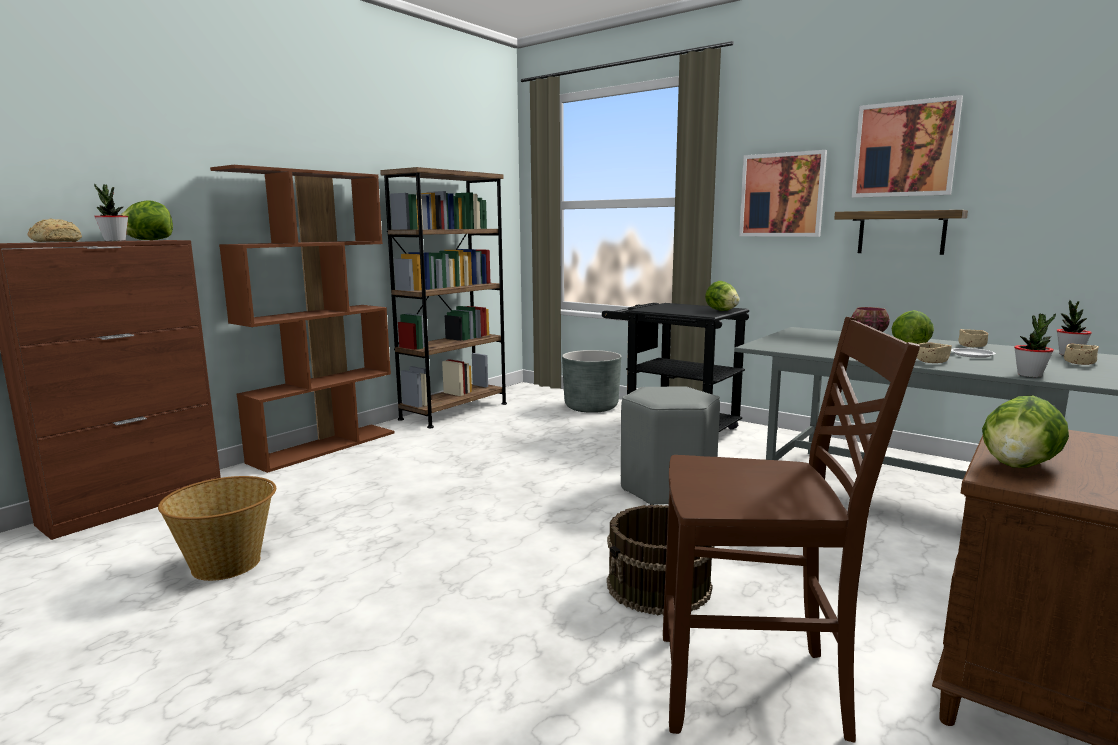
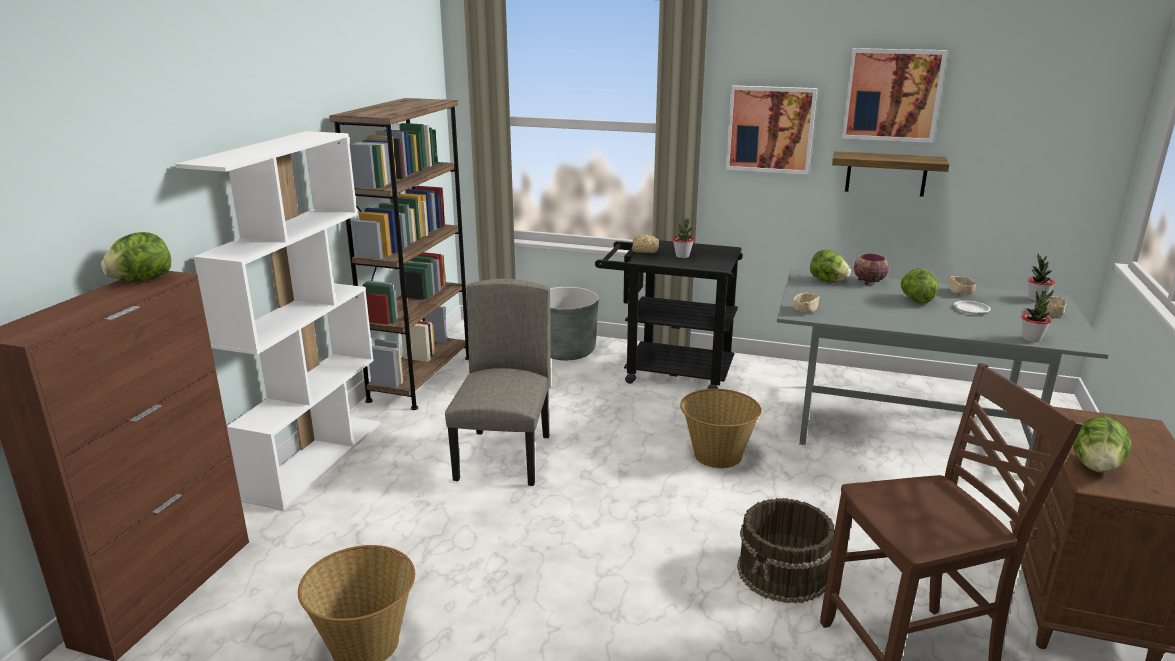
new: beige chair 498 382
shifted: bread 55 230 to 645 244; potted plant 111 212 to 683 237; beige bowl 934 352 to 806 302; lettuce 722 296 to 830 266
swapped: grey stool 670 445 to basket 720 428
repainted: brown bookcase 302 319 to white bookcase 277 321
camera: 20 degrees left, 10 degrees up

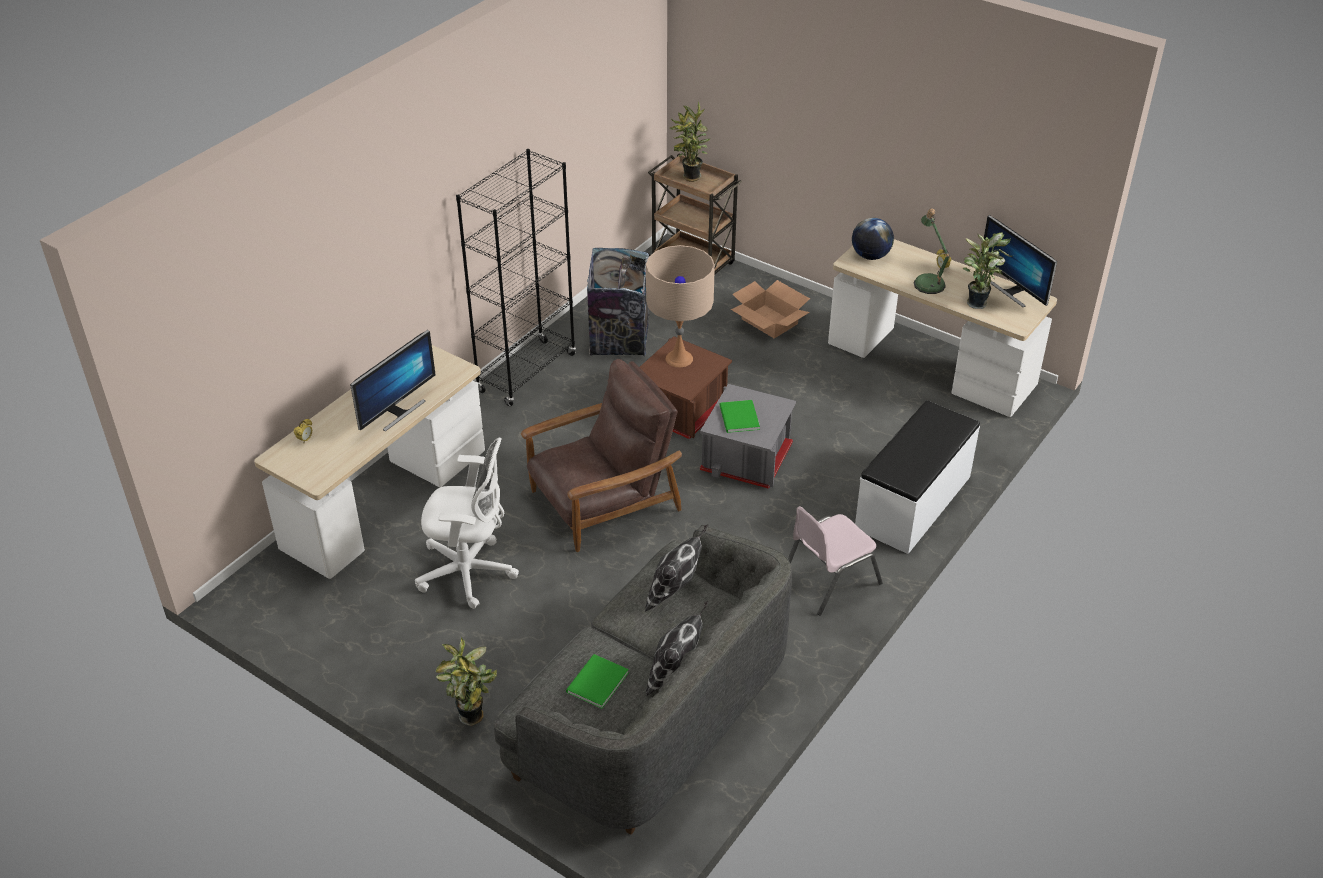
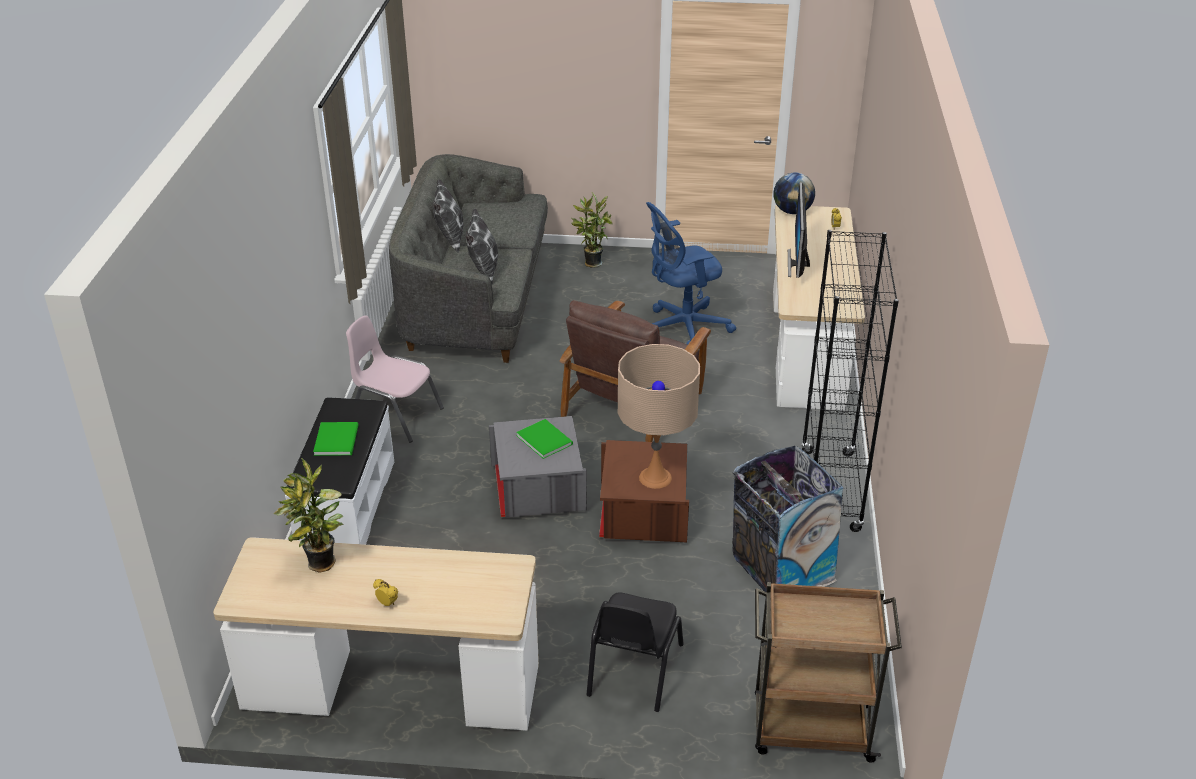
gone: potted plant 689 142; table lamp 932 251; monitor 1019 261
shifted: green book 597 681 to 336 439; globe 873 239 to 794 193
swapped: cardboard box 770 309 to black chair 635 652
repainted: white office chair 467 523 to blue office chair 691 273
rotated: pink chair 835 561 = 395 379 90 degrees counterclockwise
camera: 150 degrees right, 5 degrees down

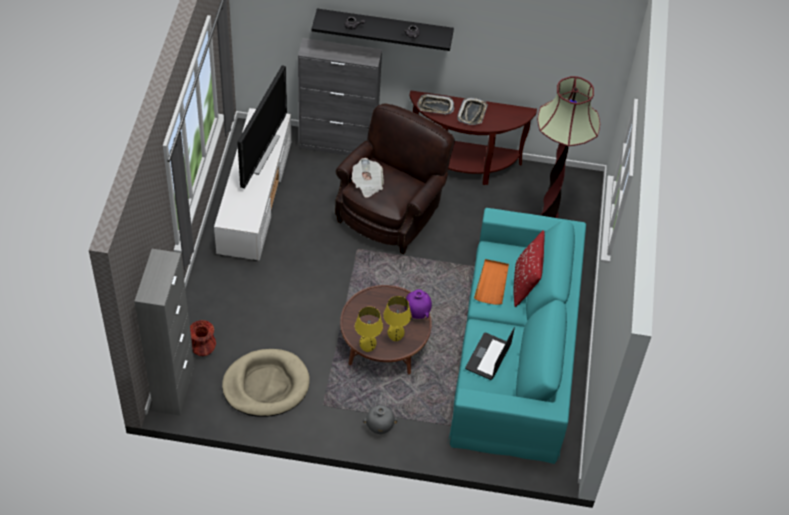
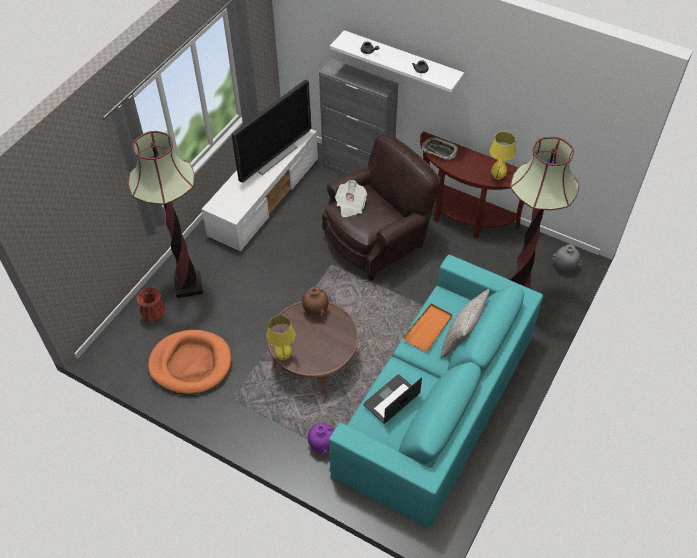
gone: grey cabinet 164 332; tray 472 111
new: floor lamp 165 214; brown vase 315 301
shifted: purple vase 418 304 to 321 439; yellow table lamp 397 318 to 503 156; grey vase 380 419 to 567 257
repainted: beige dog bed 266 383 to orange dog bed 190 362; black shelf 382 30 to white shelf 397 61; red pillow 529 268 to grey pillow 464 323
camera: 25 degrees right, 0 degrees up

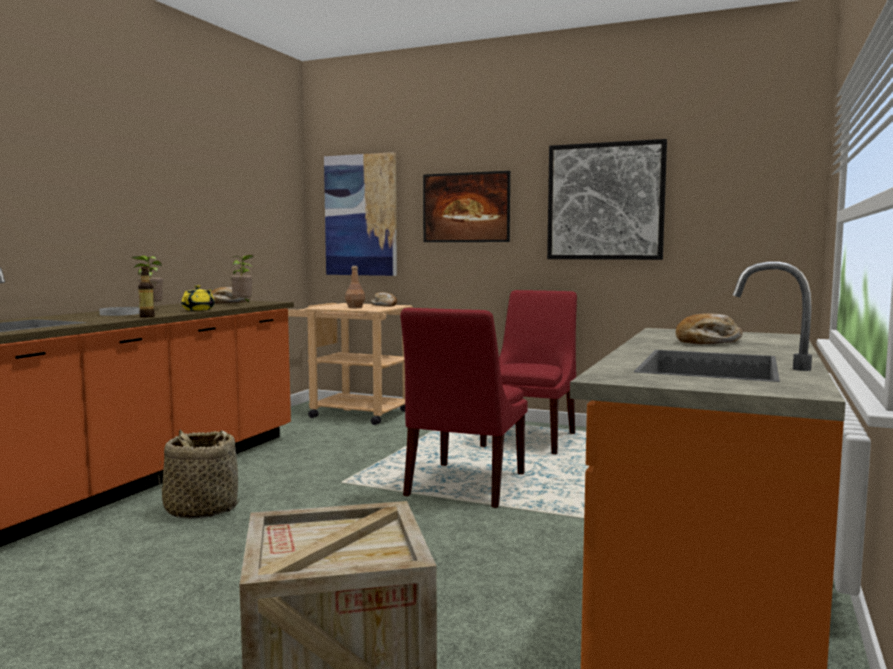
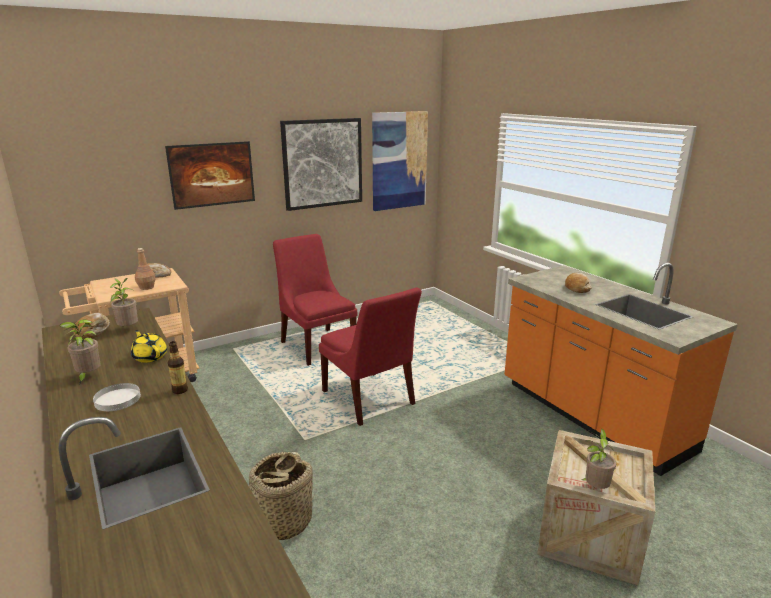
new: potted plant 599 458
shifted: picture 360 214 to 400 161
camera: 55 degrees left, 15 degrees up

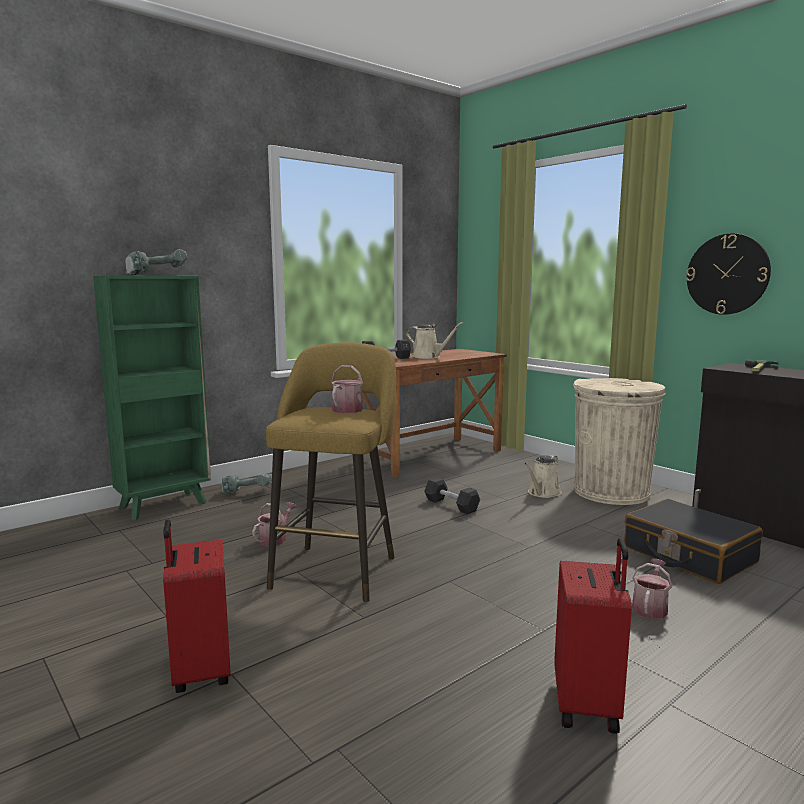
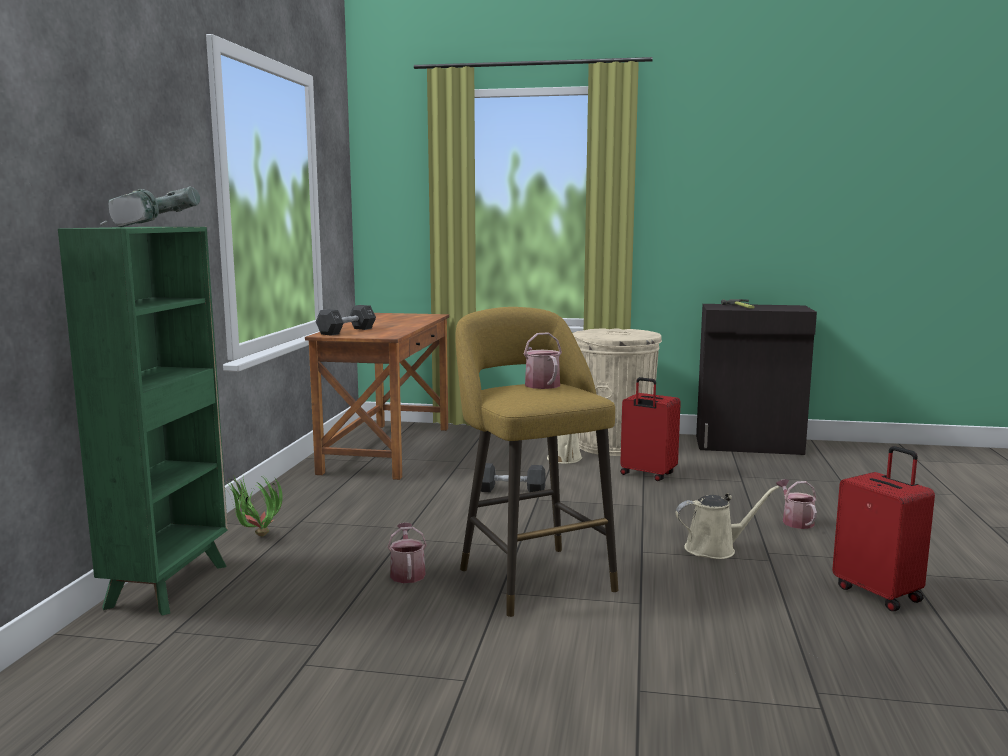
gone: black suitcase 693 541; wall clock 728 274
shifted: red suitcase 197 606 to 650 429; beige watering can 434 340 to 727 522
swapped: power drill 247 483 to potted plant 254 505
camera: 40 degrees left, 0 degrees up

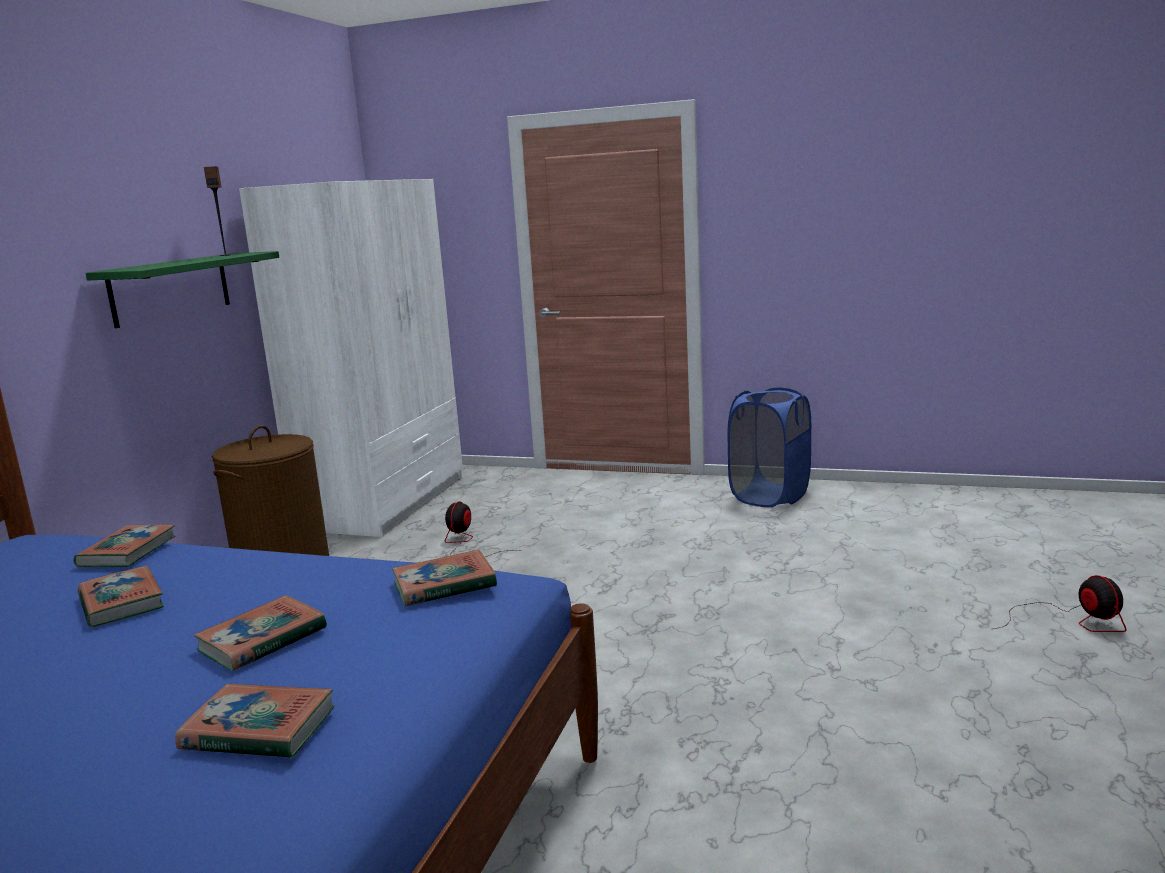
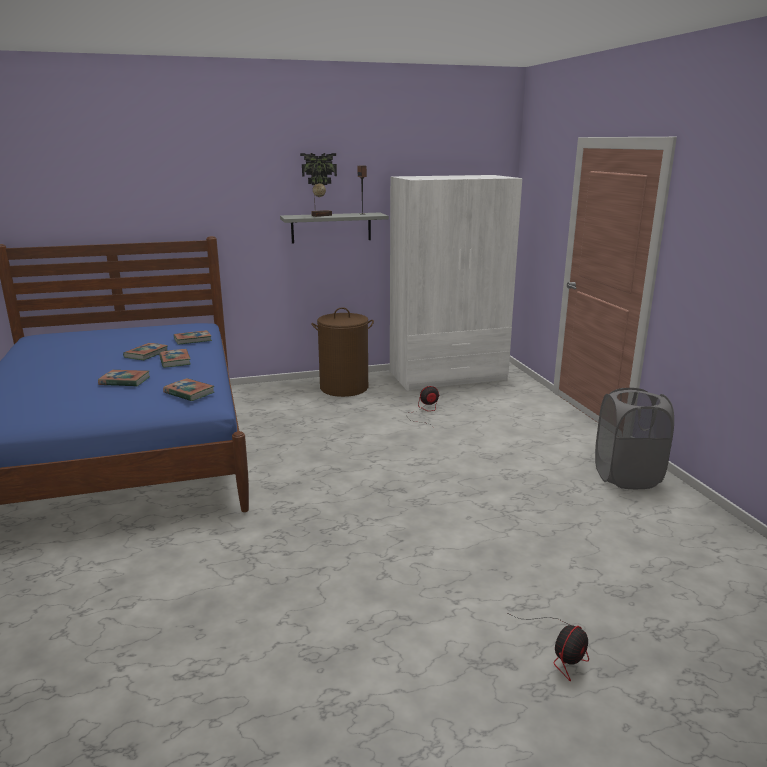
new: potted plant 318 185
shifted: book 254 721 to 174 358
repainted: green shelf 182 289 to grey shelf 334 228; blue laundry basket 769 447 to grey laundry basket 634 438
camera: 55 degrees right, 5 degrees up

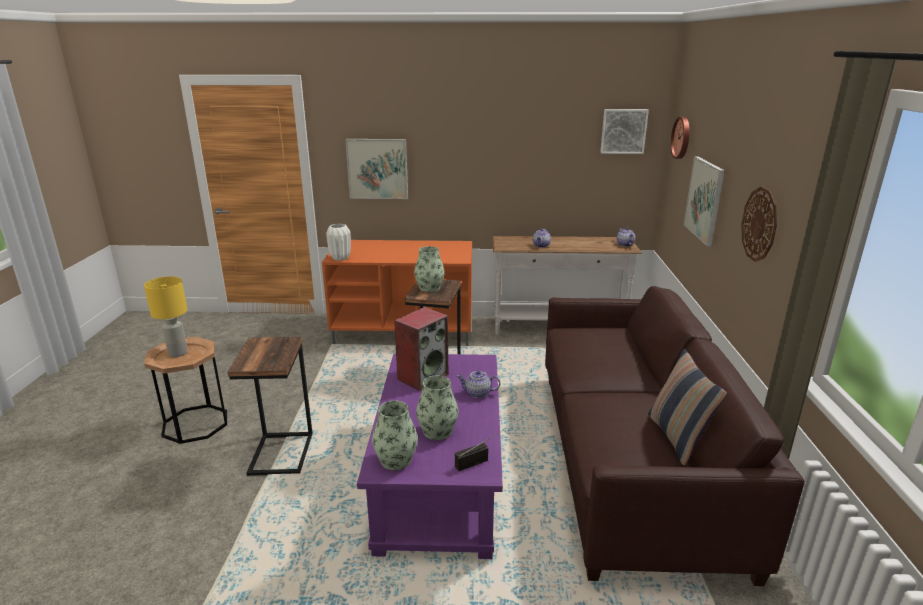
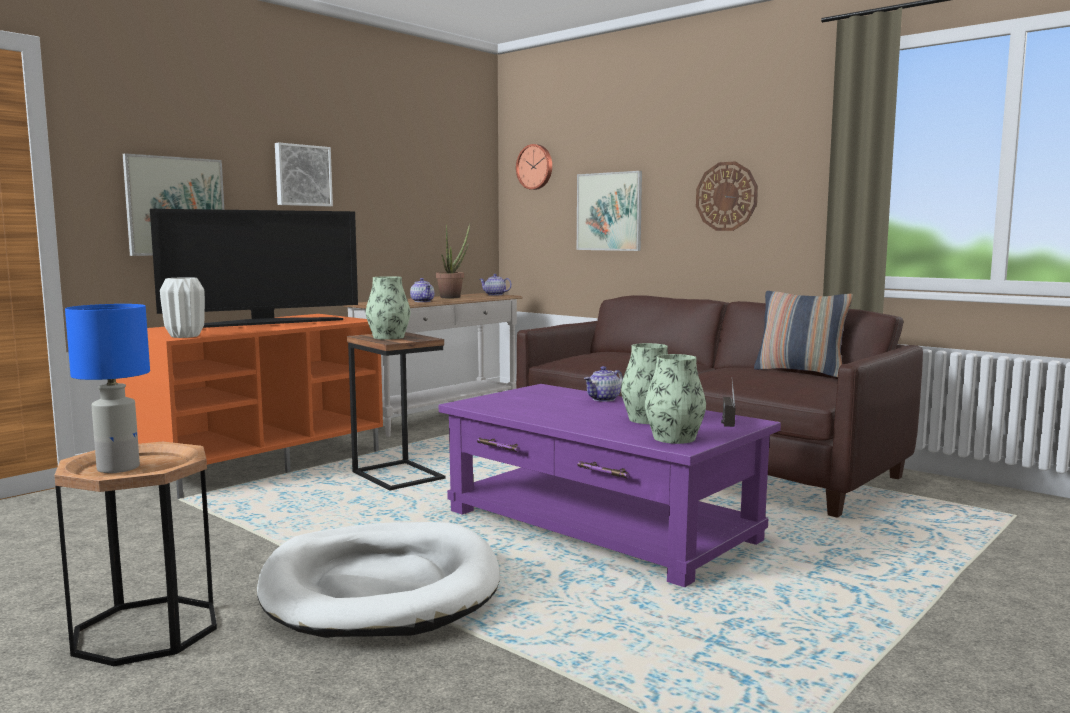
gone: speaker 421 349
new: television 254 268; potted plant 453 261
shifted: picture 624 131 to 304 174
swapped: side table 270 406 to white dog bed 378 580
repainted: yellow table lamp 166 316 to blue table lamp 107 388
camera: 50 degrees left, 15 degrees down

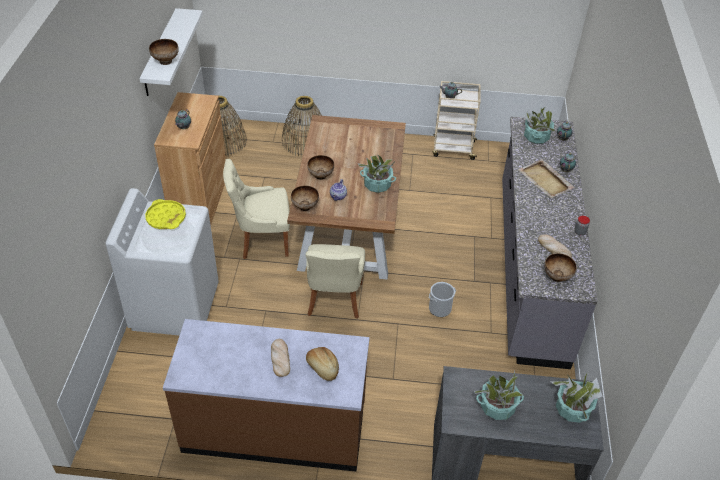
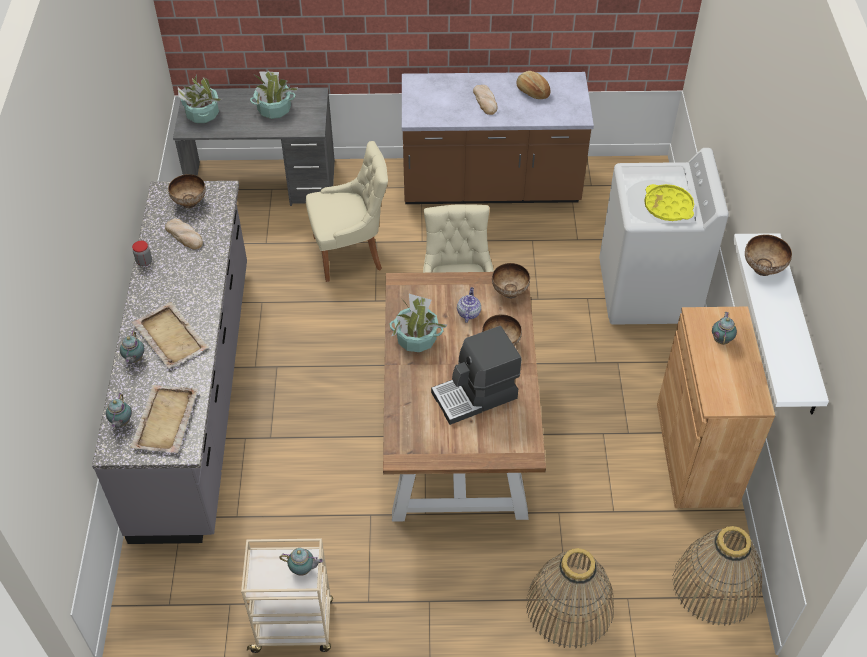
gone: bucket 442 299
new: coffee machine 476 375
shifted: beige chair 256 209 to 347 211; bread 322 364 to 533 85
swapped: potted plant 540 125 to beige tray 164 419
camera: 175 degrees right, 5 degrees up

